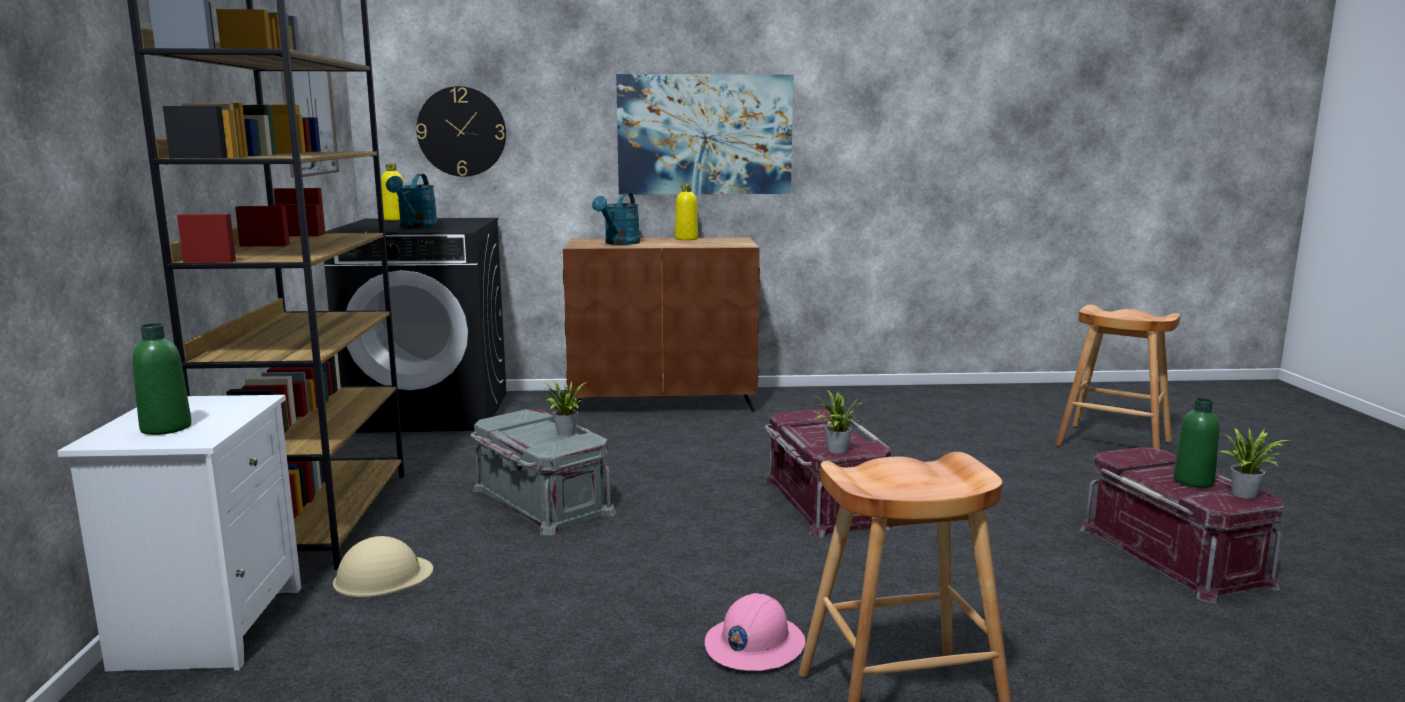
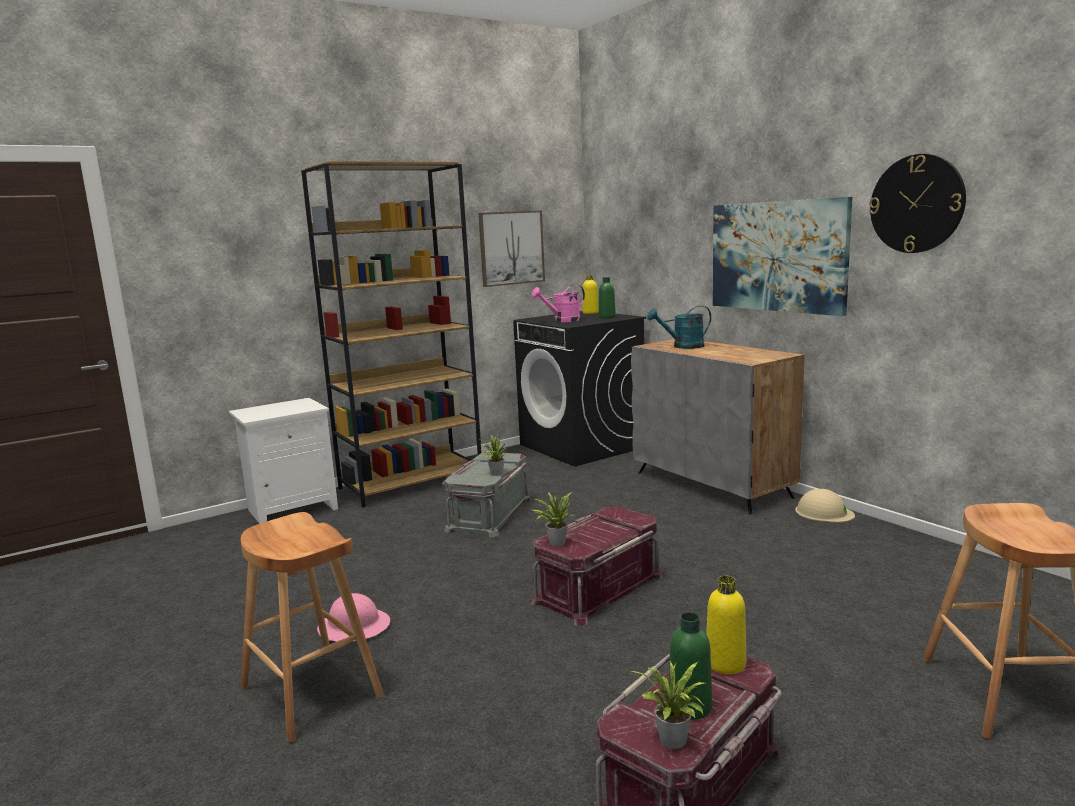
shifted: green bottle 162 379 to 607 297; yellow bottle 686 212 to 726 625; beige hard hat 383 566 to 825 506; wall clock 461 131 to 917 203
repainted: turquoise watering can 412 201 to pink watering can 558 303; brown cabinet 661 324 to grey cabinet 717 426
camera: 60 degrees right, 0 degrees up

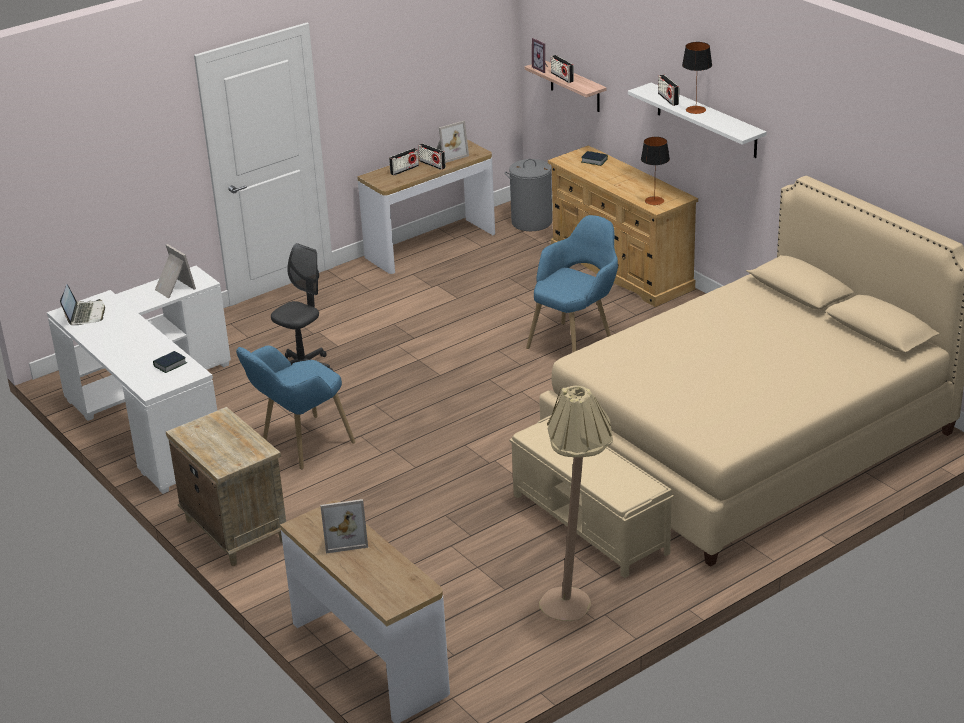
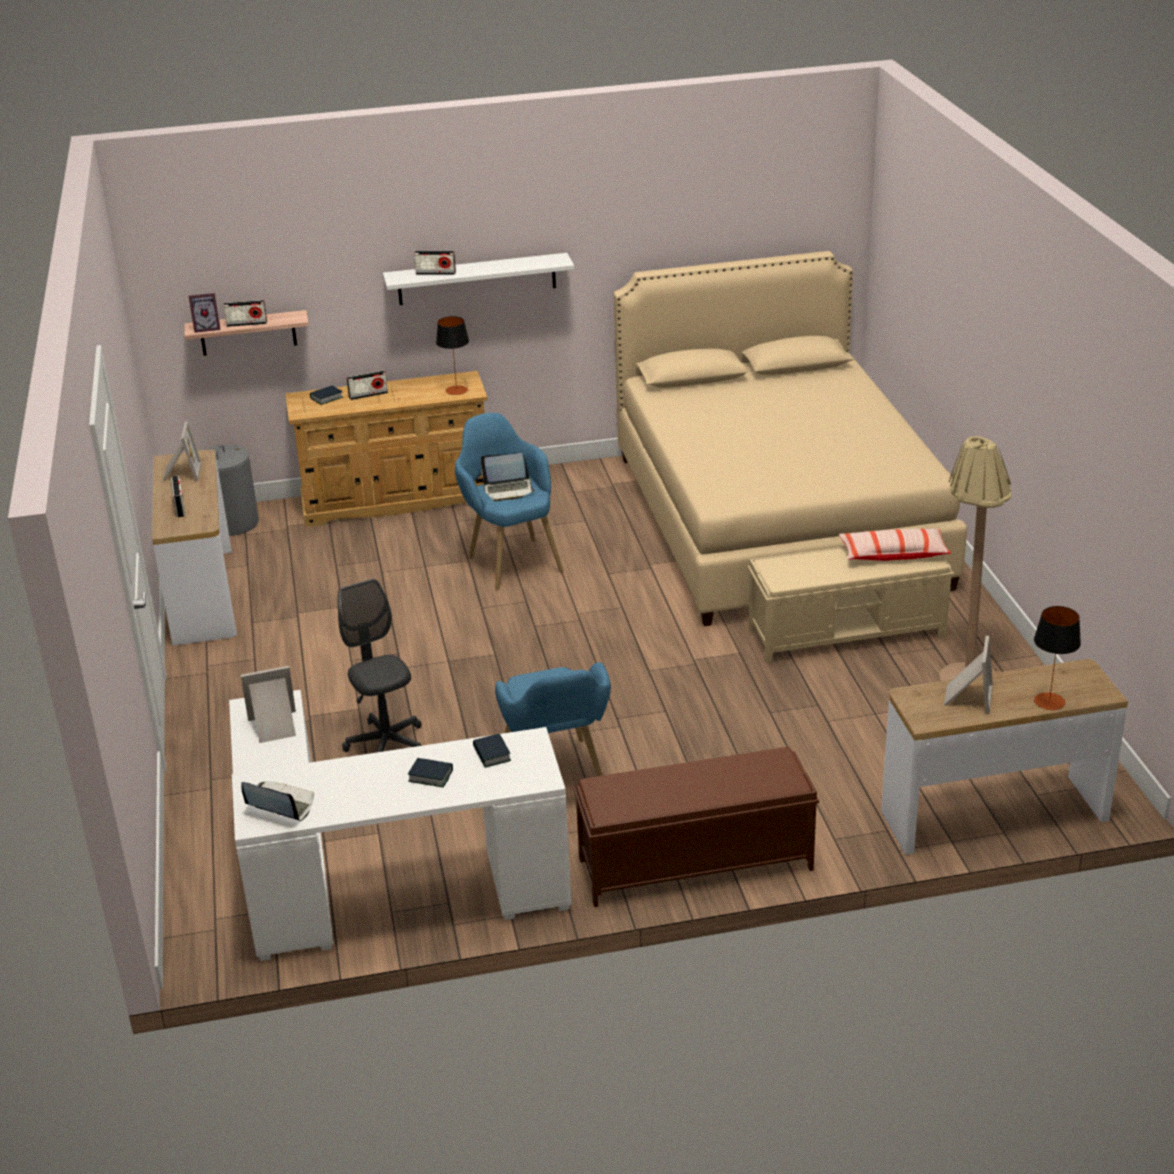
new: book 430 772; laptop 508 477; pillow 895 545
shifted: radio 432 156 to 367 385; table lamp 697 78 to 1057 658
swapped: beige nightstand 226 486 to brown bench 696 827
camera: 65 degrees left, 0 degrees up

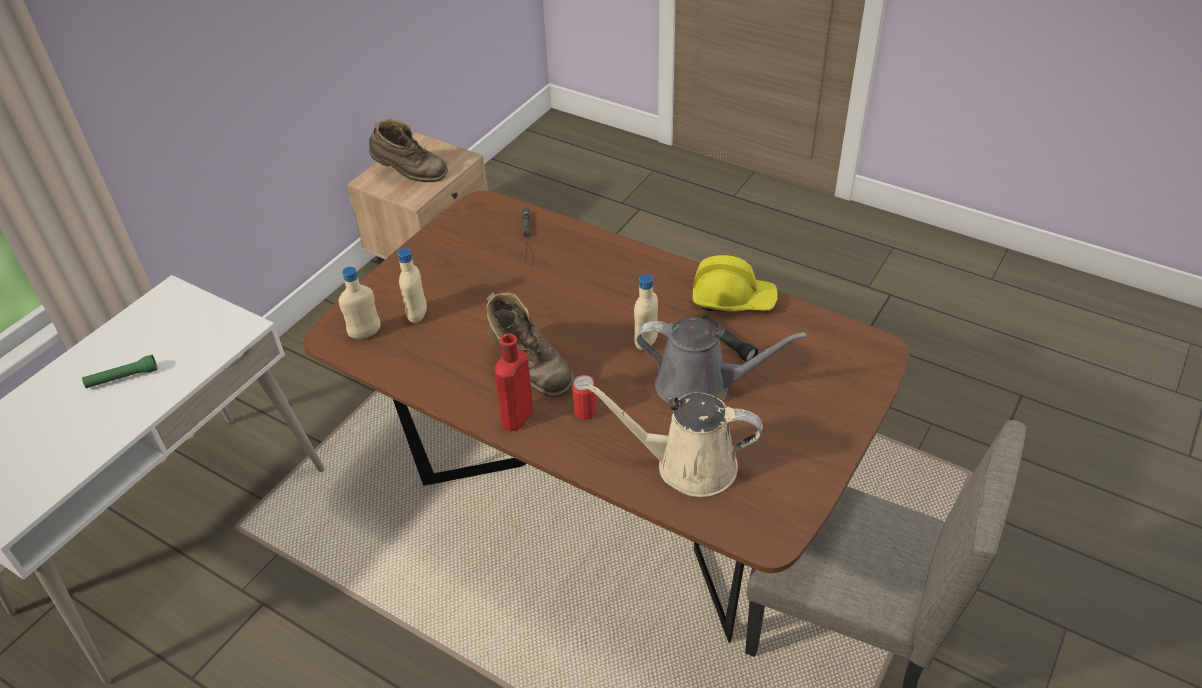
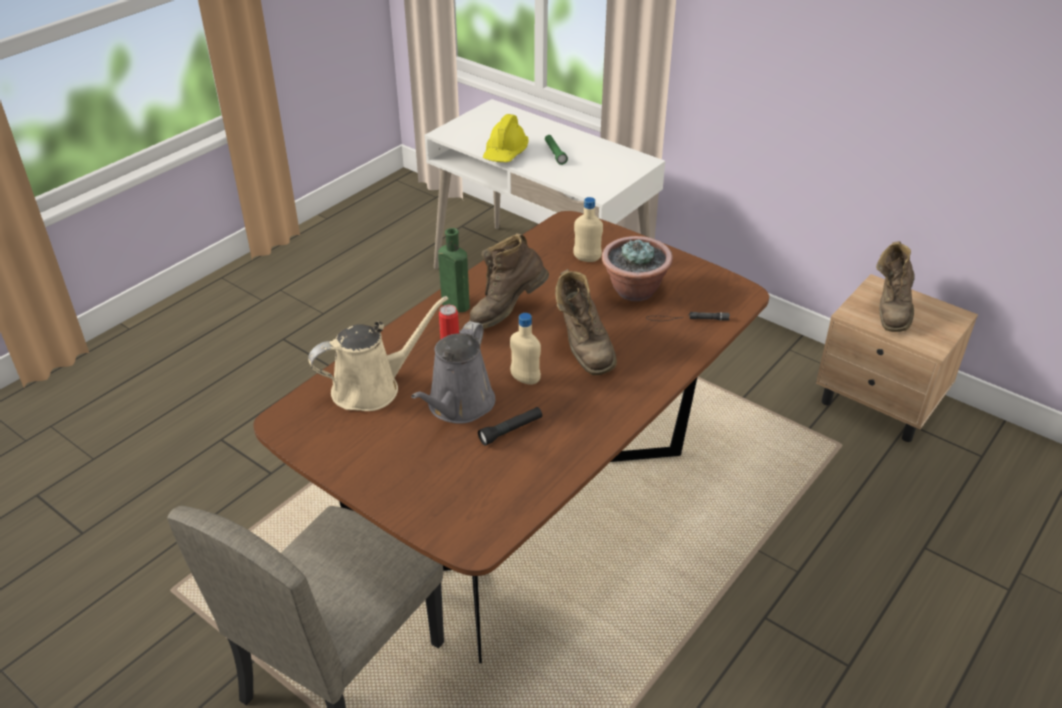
gone: beige bottle 360 303
new: brown boot 586 322; potted plant 637 268
shifted: yellow hard hat 735 283 to 506 138
repainted: red bottle 513 382 to green bottle 454 270
rotated: beige watering can 673 439 = 378 353 45 degrees clockwise
camera: 95 degrees right, 5 degrees down

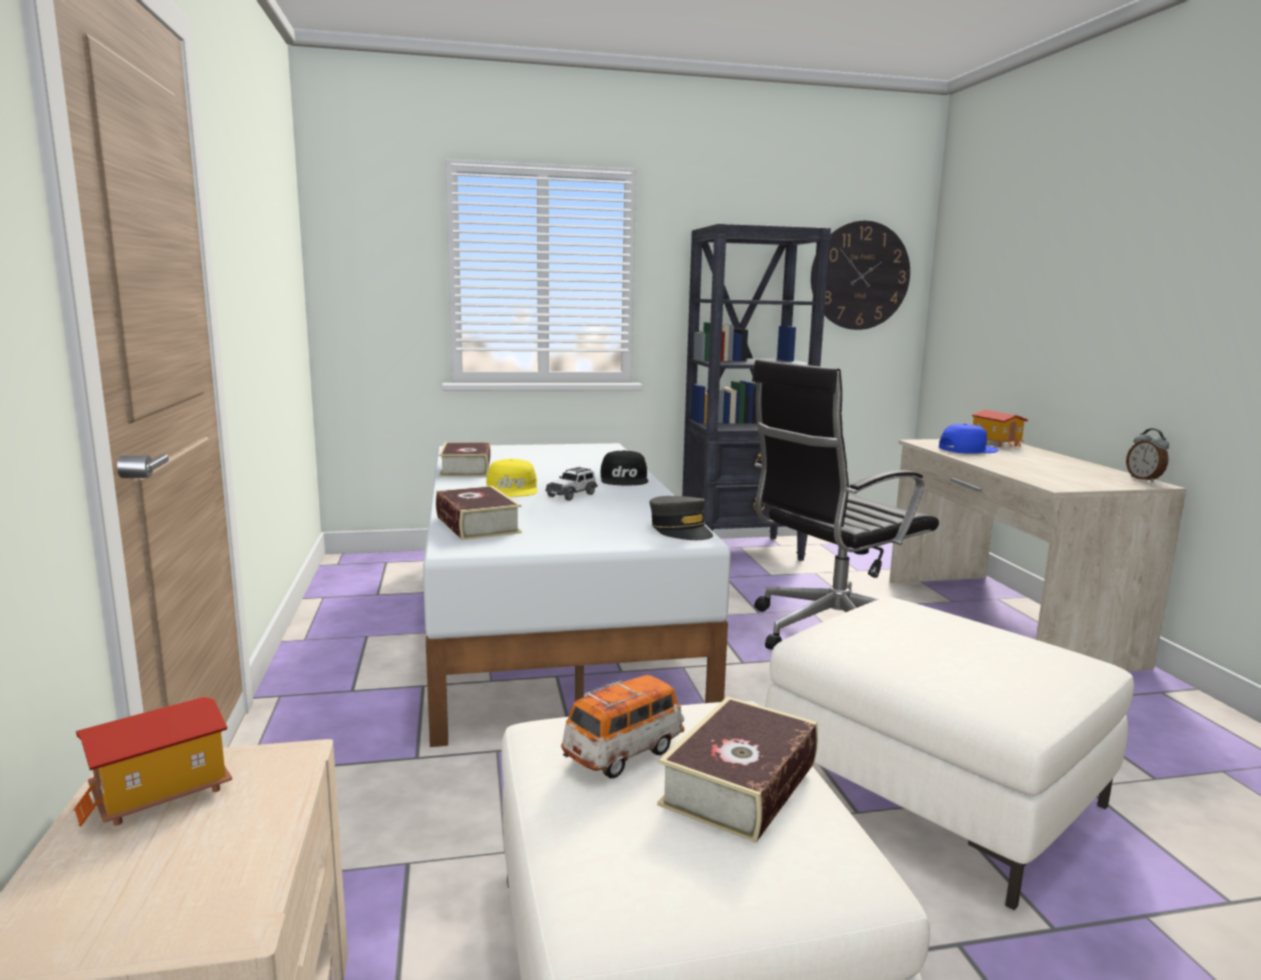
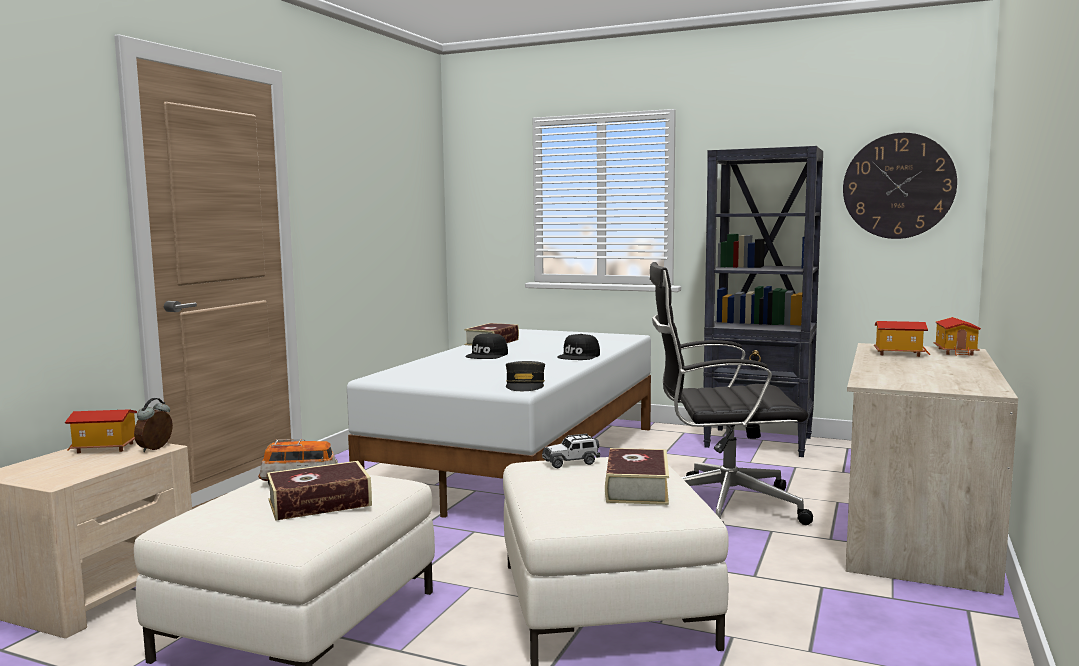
shifted: alarm clock 1147 455 to 153 425; toy car 571 484 to 571 451; book 479 513 to 637 476
swapped: blue cap 969 439 to toy house 902 339
repainted: yellow cap 512 478 to black cap 486 346
camera: 35 degrees right, 5 degrees down

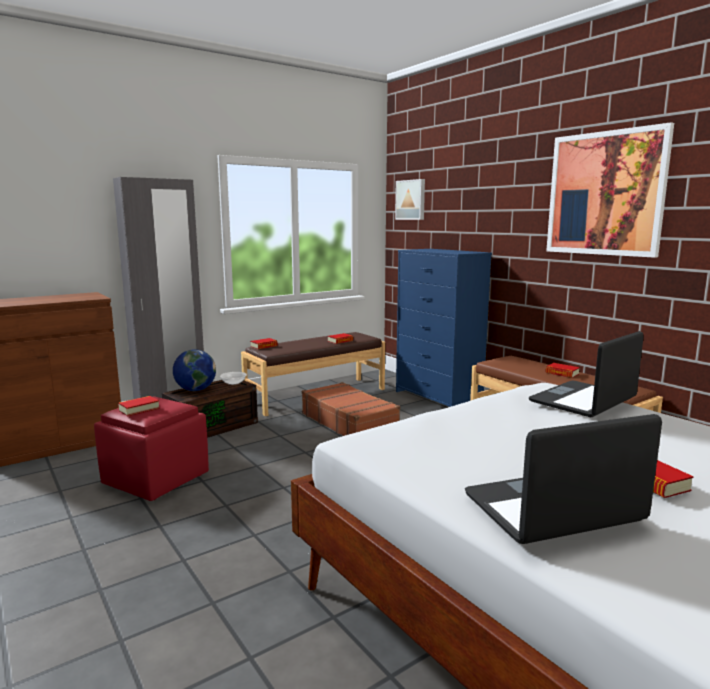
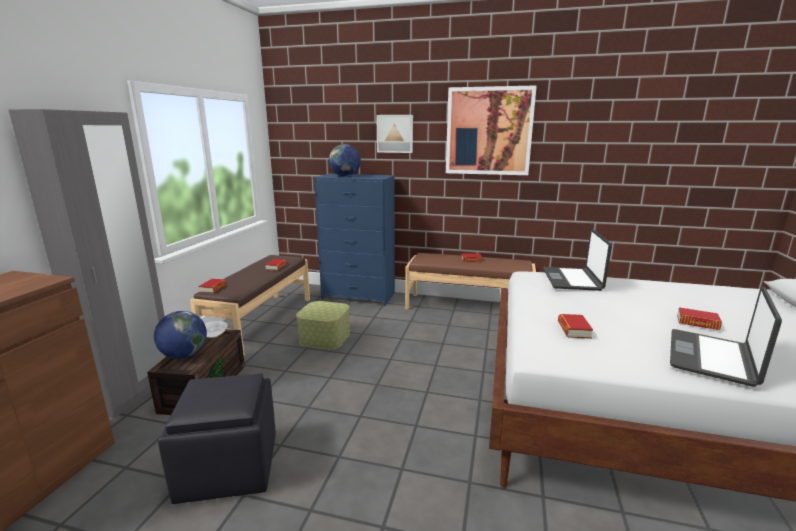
new: globe 345 160
shifted: picture 410 199 to 394 134; book 139 406 to 575 326
swapped: brown suitcase 351 409 to storage box 323 325
repainted: red ottoman 151 448 to black ottoman 217 438
camera: 40 degrees left, 5 degrees up

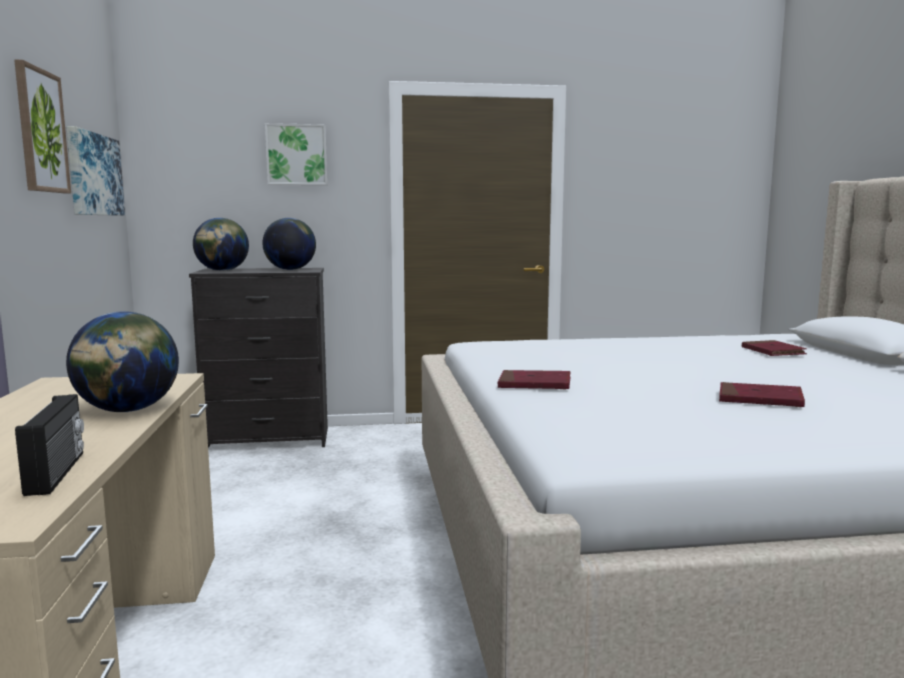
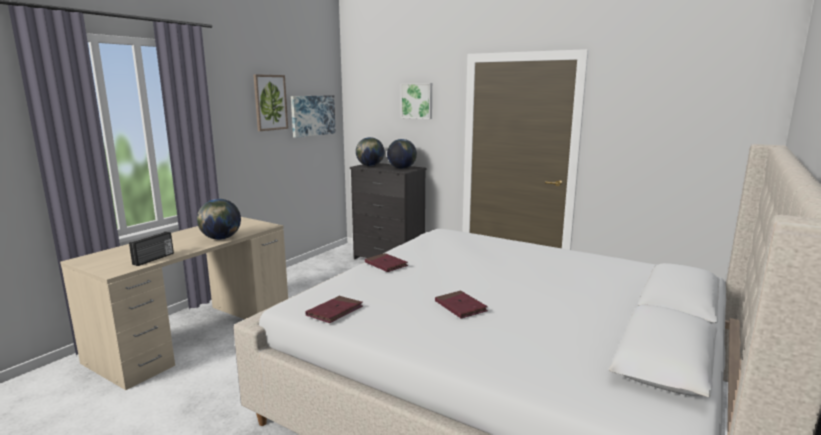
shifted: red book 774 348 to 334 309
camera: 40 degrees right, 5 degrees up

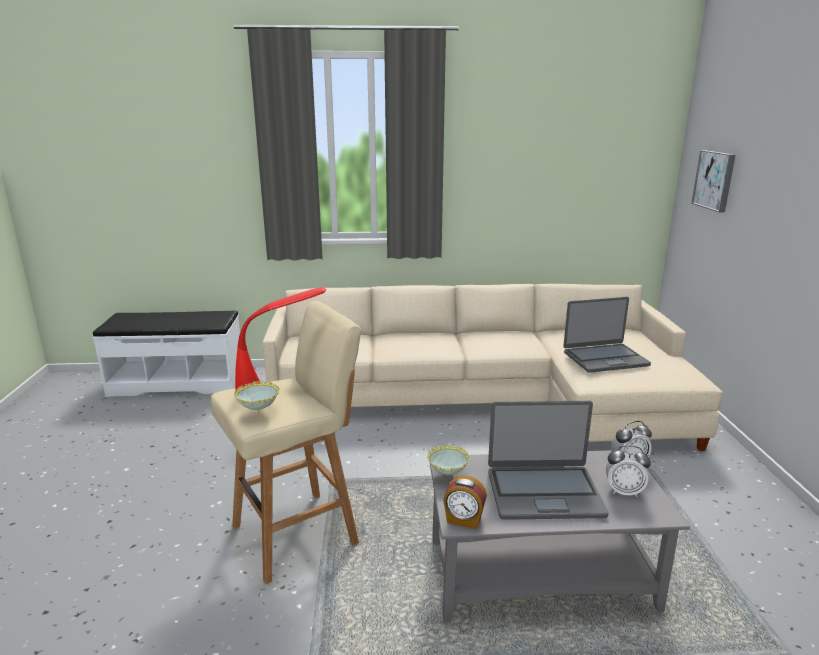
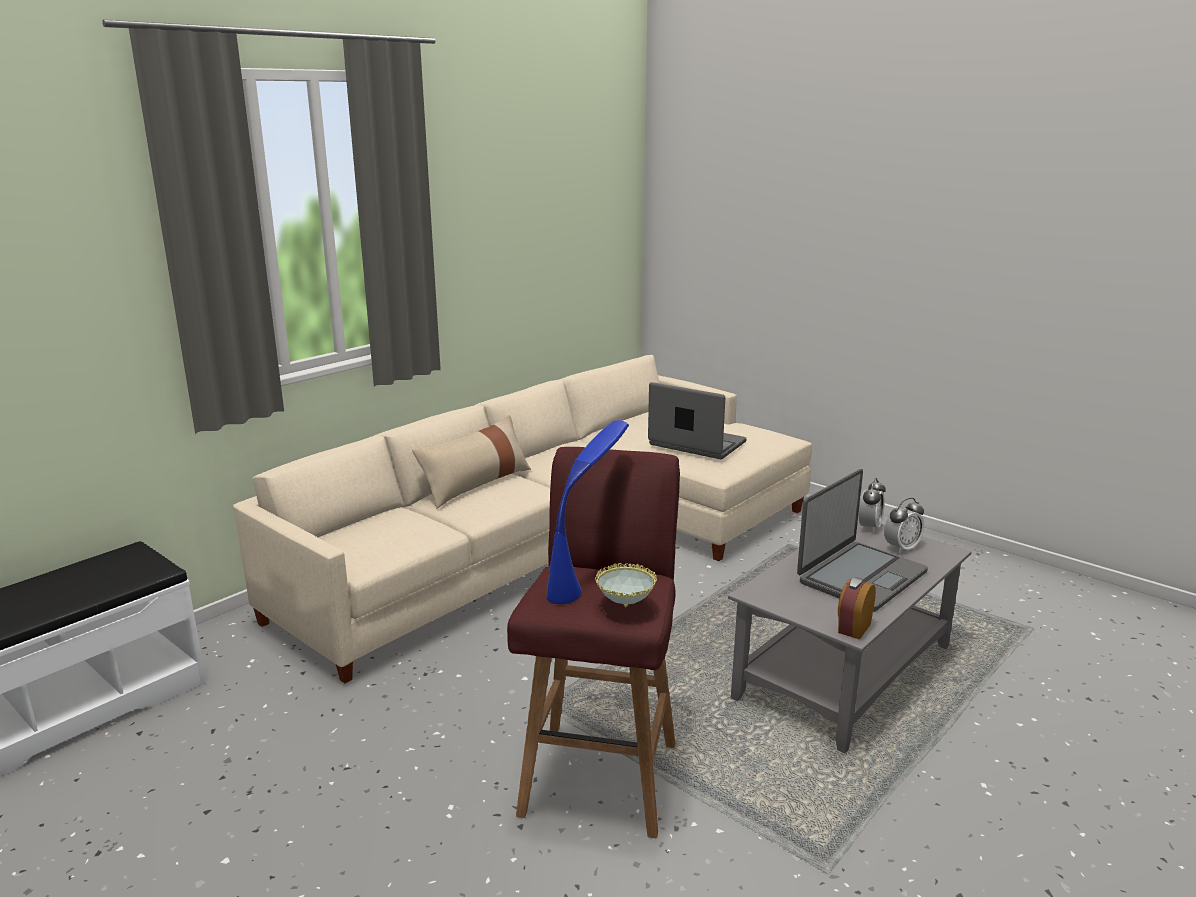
gone: bowl 448 460; picture 713 181
new: beige pillow 471 462
repainted: beige stool 286 442 to red stool 593 642; red table lamp 280 339 to blue table lamp 588 512
rotated: laptop 607 335 = 697 420 90 degrees counterclockwise; alarm clock 465 502 = 857 608 150 degrees clockwise
camera: 45 degrees left, 0 degrees up

